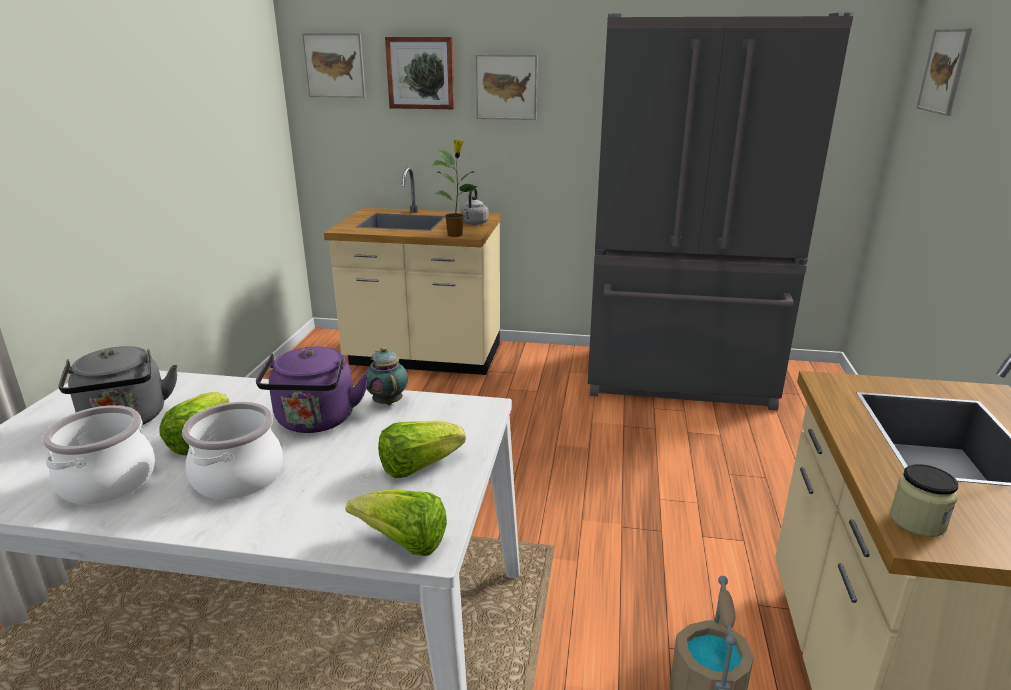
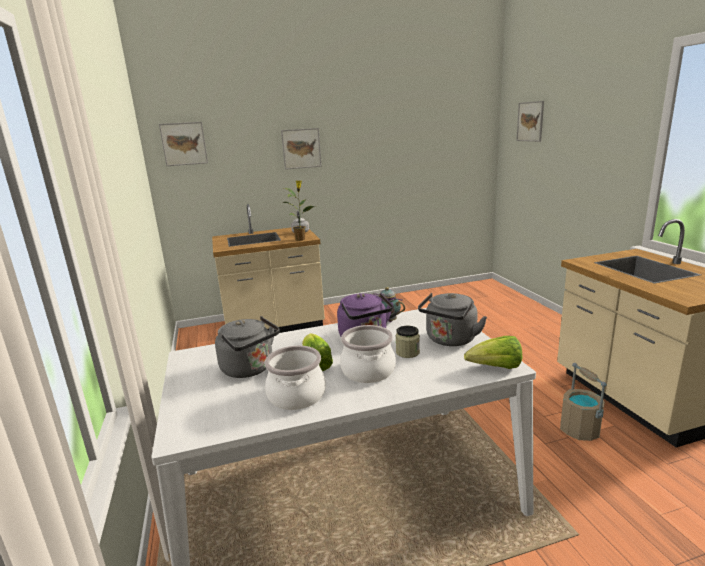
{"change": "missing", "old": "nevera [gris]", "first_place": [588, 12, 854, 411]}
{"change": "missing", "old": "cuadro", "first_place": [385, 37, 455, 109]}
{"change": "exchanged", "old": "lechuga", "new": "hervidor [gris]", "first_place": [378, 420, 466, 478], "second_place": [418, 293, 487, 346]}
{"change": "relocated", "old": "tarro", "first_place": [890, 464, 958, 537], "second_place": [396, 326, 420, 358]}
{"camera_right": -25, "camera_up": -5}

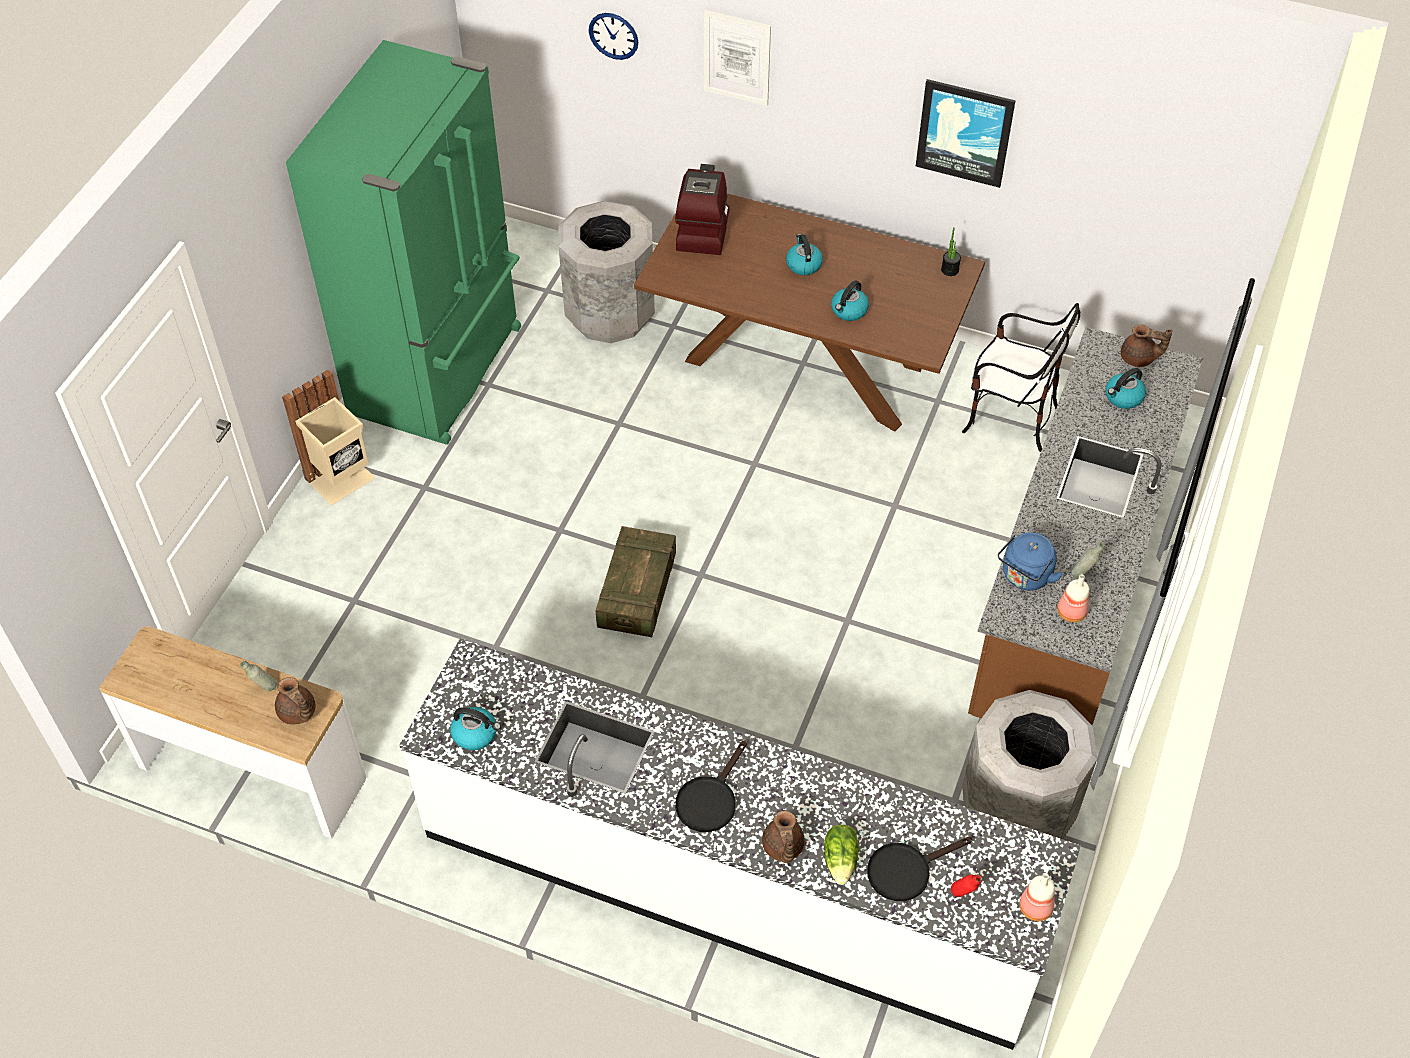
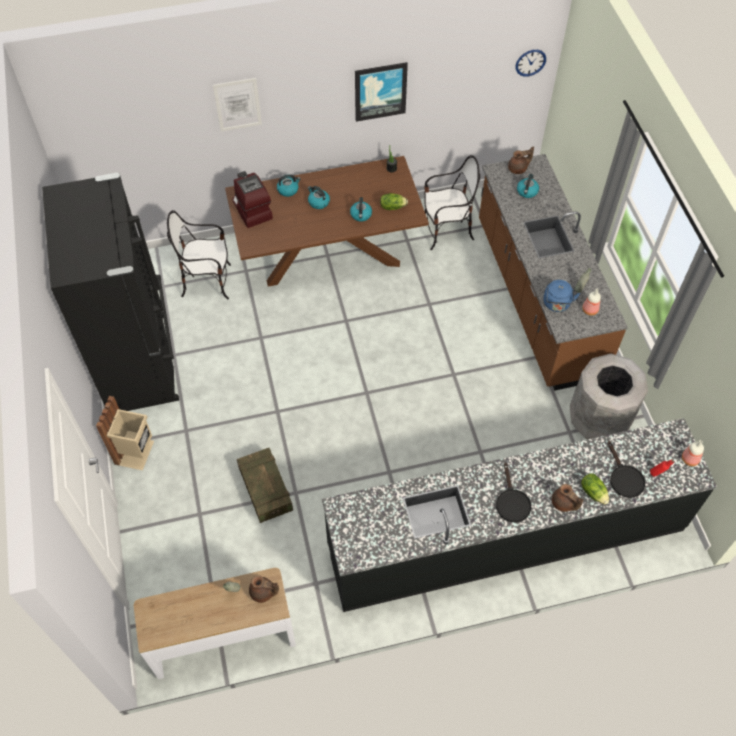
{"change": "relocated", "old": "reloj de pared", "first_place": [589, 13, 638, 60], "second_place": [516, 50, 546, 77]}
{"change": "colour", "old": "nevera [verde]", "new": "nevera [negro]", "first_place": [286, 40, 521, 445], "second_place": [42, 173, 179, 411]}
{"change": "exchanged", "old": "papelera [gris]", "new": "silla", "first_place": [559, 201, 655, 343], "second_place": [167, 210, 231, 300]}
{"change": "relocated", "old": "caja de embalaje", "first_place": [596, 526, 676, 637], "second_place": [237, 448, 293, 523]}
{"change": "colour", "old": "mueble bajo de cocina [blanco]", "new": "mueble bajo de cocina [negro]", "first_place": [400, 638, 1081, 1050], "second_place": [322, 418, 717, 612]}
{"change": "relocated", "old": "hervidor", "first_place": [450, 707, 501, 750], "second_place": [277, 174, 301, 197]}
{"change": "spun", "old": "sartén [negro]", "first_place": [867, 837, 972, 901], "second_place": [608, 441, 645, 498], "degrees": -45}
{"change": "appeared", "new": "lechuga", "second_place": [380, 193, 408, 210]}
{"camera_right": -35, "camera_up": 5}

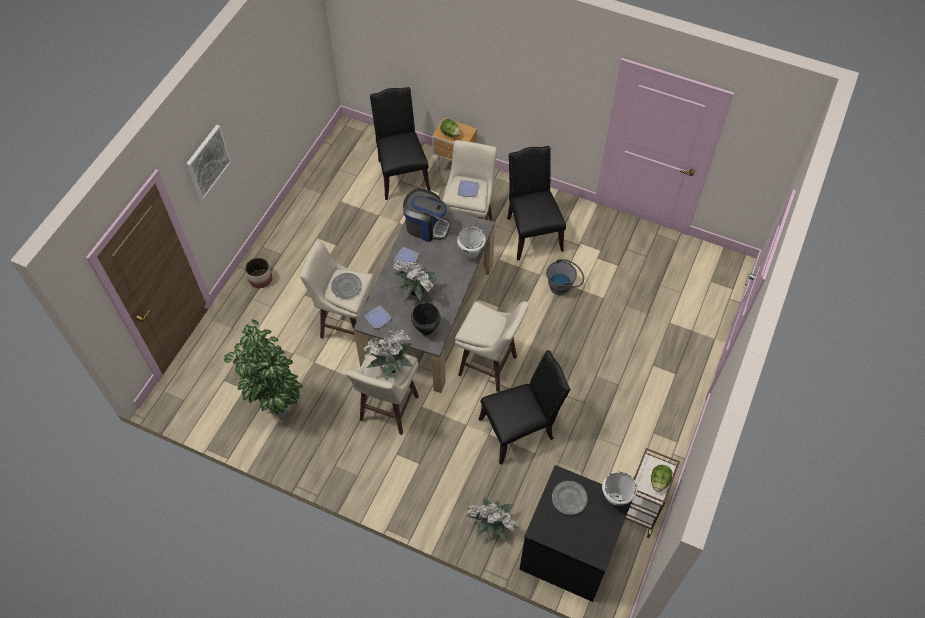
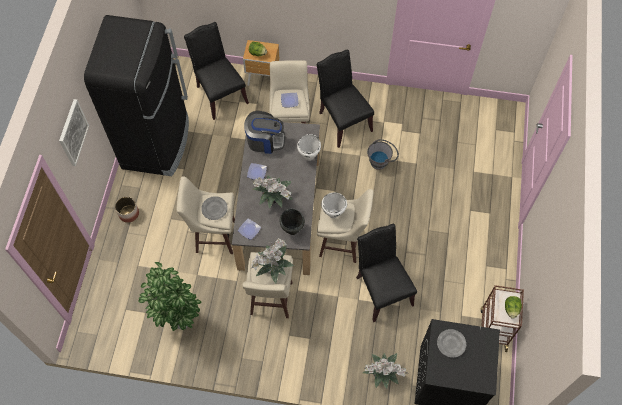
{"change": "spun", "old": "silla [negro]", "first_place": [479, 350, 570, 465], "second_place": [356, 223, 417, 322], "degrees": -75}
{"change": "relocated", "old": "olla [blanco]", "first_place": [602, 472, 638, 506], "second_place": [321, 192, 347, 218]}
{"change": "appeared", "new": "nevera [negro]", "second_place": [84, 15, 189, 176]}
{"camera_right": -15, "camera_up": 5}

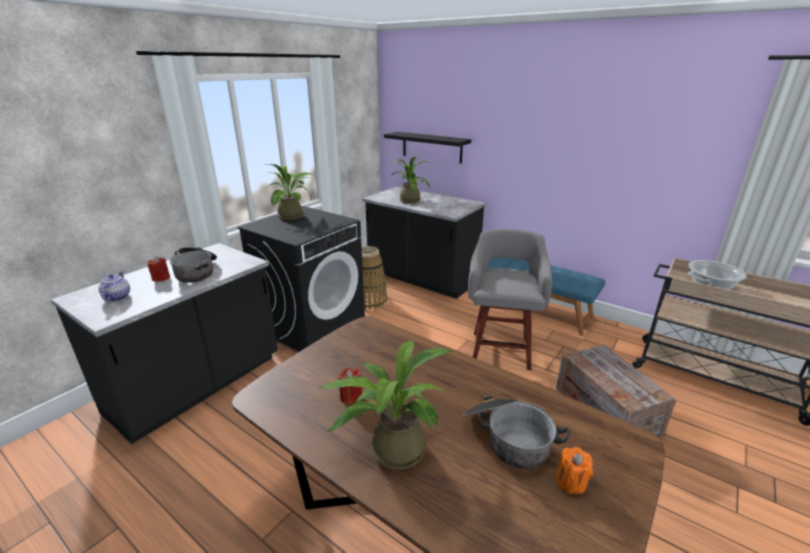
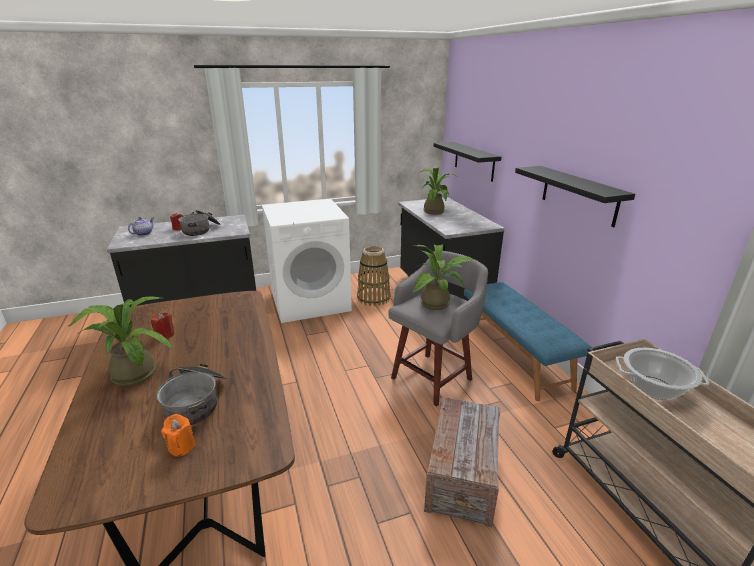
{"change": "relocated", "old": "planta en maceta", "first_place": [264, 164, 313, 220], "second_place": [412, 244, 475, 310]}
{"change": "colour", "old": "lavadora [negro]", "new": "lavadora [blanco]", "first_place": [237, 206, 365, 352], "second_place": [262, 199, 352, 323]}
{"change": "appeared", "new": "estante [negro]", "second_place": [515, 166, 635, 227]}
{"camera_right": 35, "camera_up": 0}

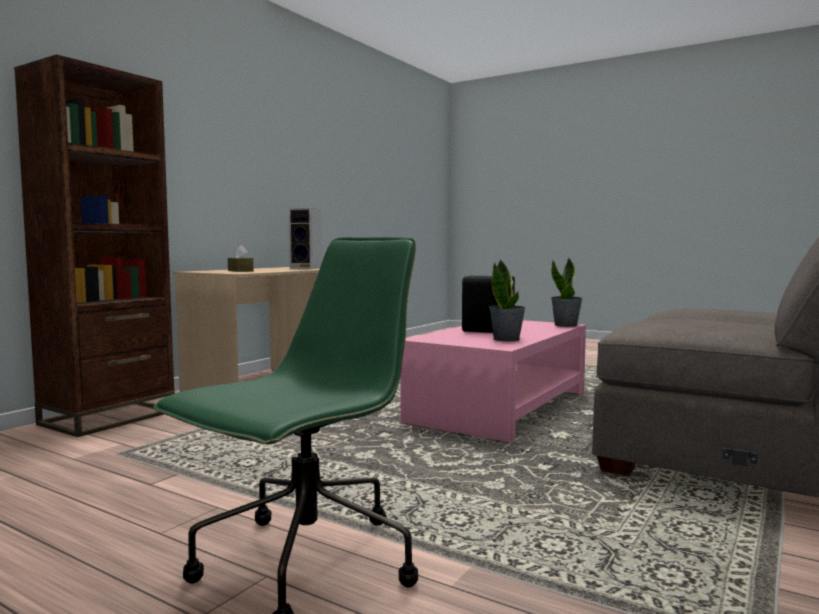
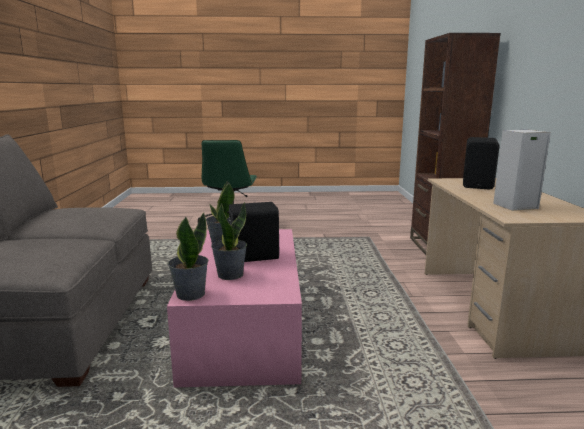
{"change": "exchanged", "old": "caja de pañuelos [marrón]", "new": "altavoz [negro]", "first_place": [228, 245, 254, 272], "second_place": [463, 137, 499, 189]}
{"change": "appeared", "new": "planta en maceta", "second_place": [211, 202, 247, 280]}
{"camera_right": 145, "camera_up": 10}

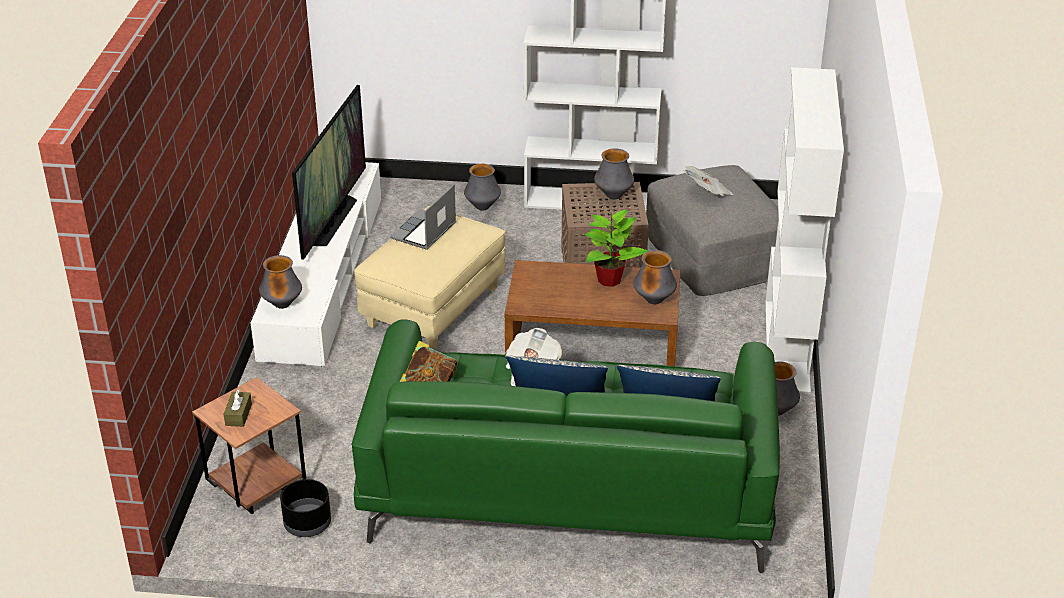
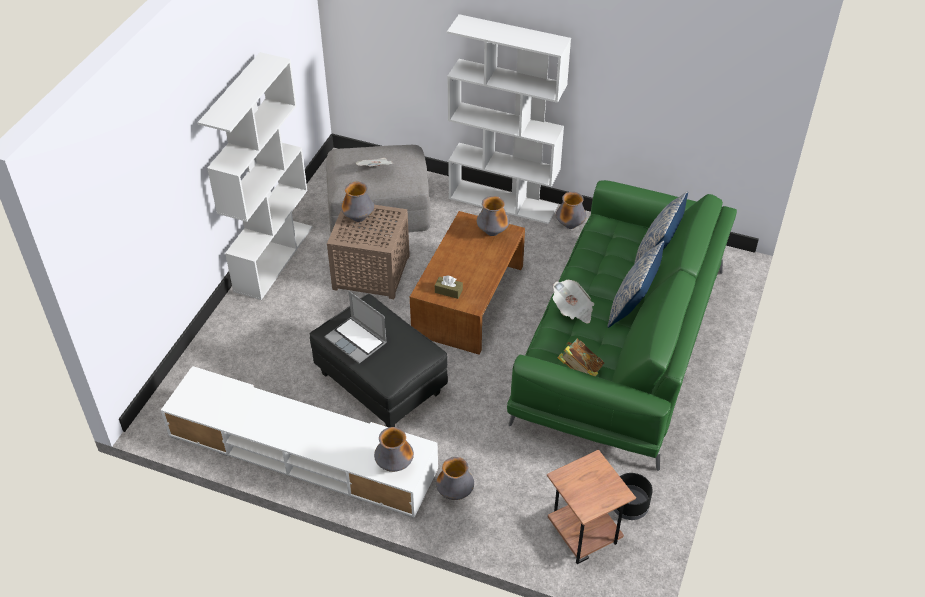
{"change": "missing", "old": "televisor", "first_place": [292, 85, 366, 260]}
{"change": "relocated", "old": "florero", "first_place": [464, 164, 501, 211], "second_place": [436, 457, 474, 500]}
{"change": "colour", "old": "puf [beis]", "new": "puf [negro]", "first_place": [354, 206, 505, 349], "second_place": [310, 294, 448, 427]}
{"change": "missing", "old": "planta en maceta", "first_place": [584, 209, 648, 287]}
{"change": "relocated", "old": "caja de pañuelos [marrón]", "first_place": [224, 389, 252, 427], "second_place": [435, 276, 463, 299]}
{"camera_right": -75, "camera_up": 10}

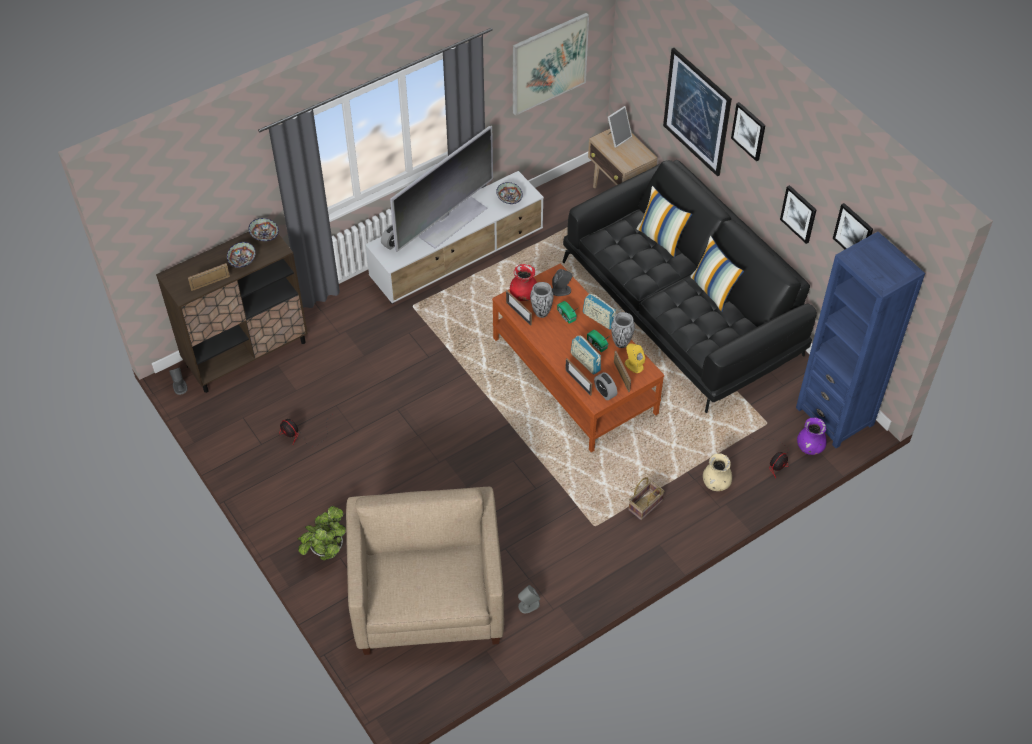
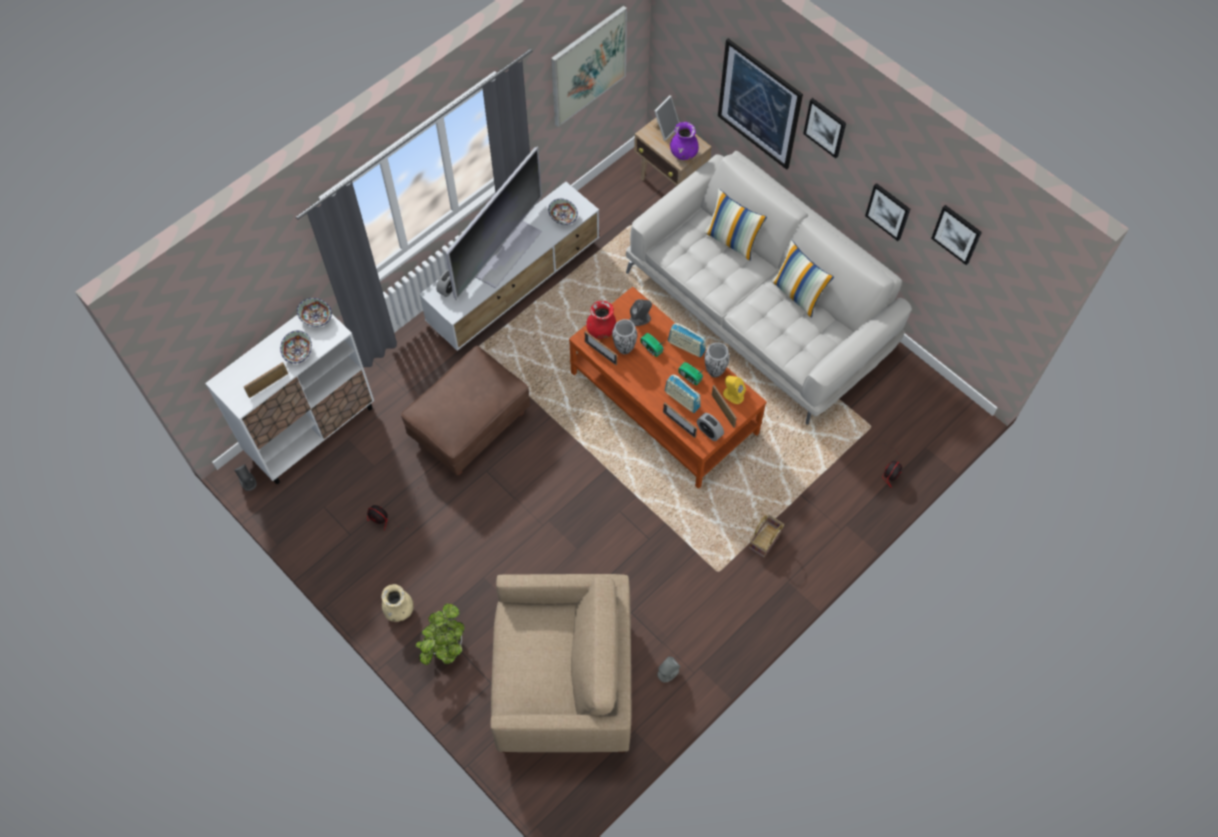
{"change": "colour", "old": "sofá [negro]", "new": "sofá [blanco]", "first_place": [562, 160, 817, 413], "second_place": [626, 151, 912, 425]}
{"change": "colour", "old": "armario [marrón]", "new": "armario [blanco]", "first_place": [156, 232, 308, 393], "second_place": [205, 314, 374, 484]}
{"change": "missing", "old": "estantería [azul]", "first_place": [796, 232, 925, 448]}
{"change": "relocated", "old": "florero [morado]", "first_place": [797, 417, 827, 455], "second_place": [670, 122, 699, 160]}
{"change": "relocated", "old": "florero [beis]", "first_place": [703, 453, 732, 491], "second_place": [381, 584, 414, 622]}
{"change": "spun", "old": "sillón [beis]", "first_place": [346, 487, 504, 655], "second_place": [490, 574, 631, 753], "degrees": 105}
{"change": "appeared", "new": "puf [marrón]", "second_place": [401, 346, 530, 475]}
{"camera_right": -10, "camera_up": 10}

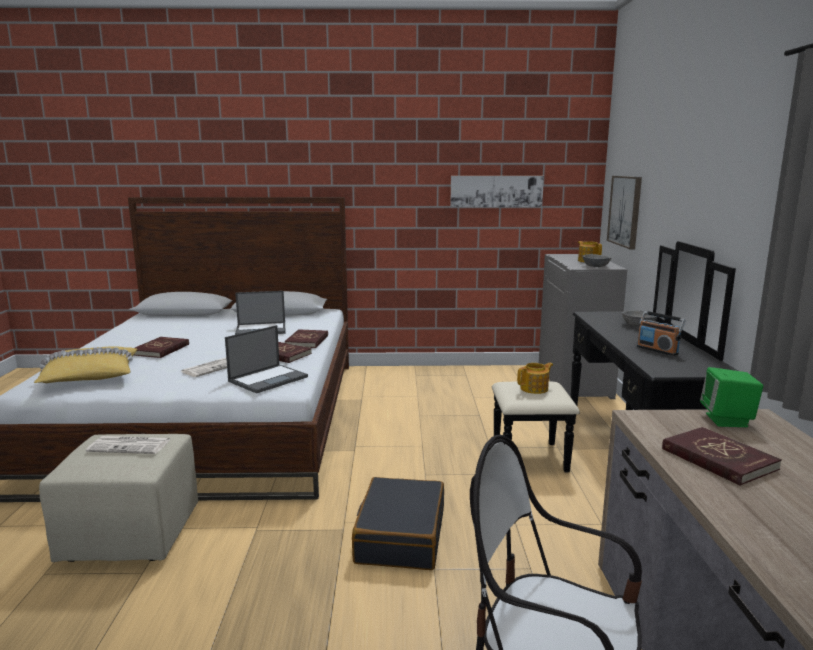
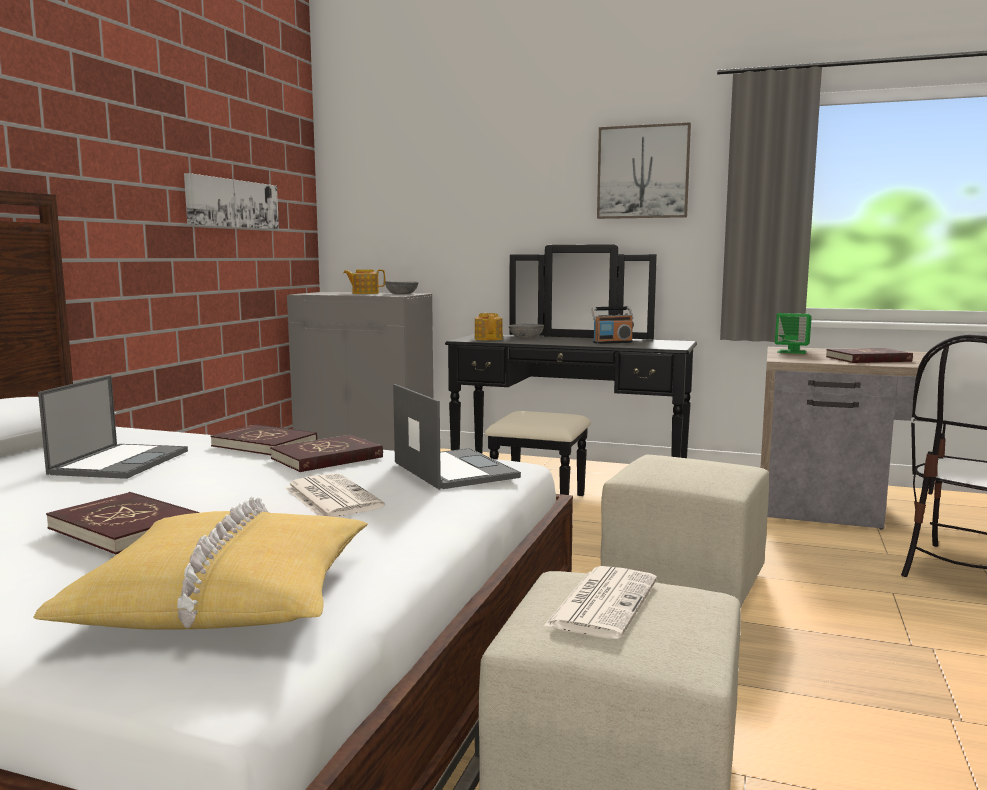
{"change": "relocated", "old": "cuadro", "first_place": [607, 176, 642, 249], "second_place": [597, 122, 691, 219]}
{"change": "relocated", "old": "tetera", "first_place": [517, 363, 553, 394], "second_place": [475, 313, 503, 341]}
{"change": "exchanged", "old": "maleta [negro]", "new": "puf [beis]", "first_place": [352, 477, 444, 570], "second_place": [600, 455, 769, 609]}
{"camera_right": -70, "camera_up": -5}

